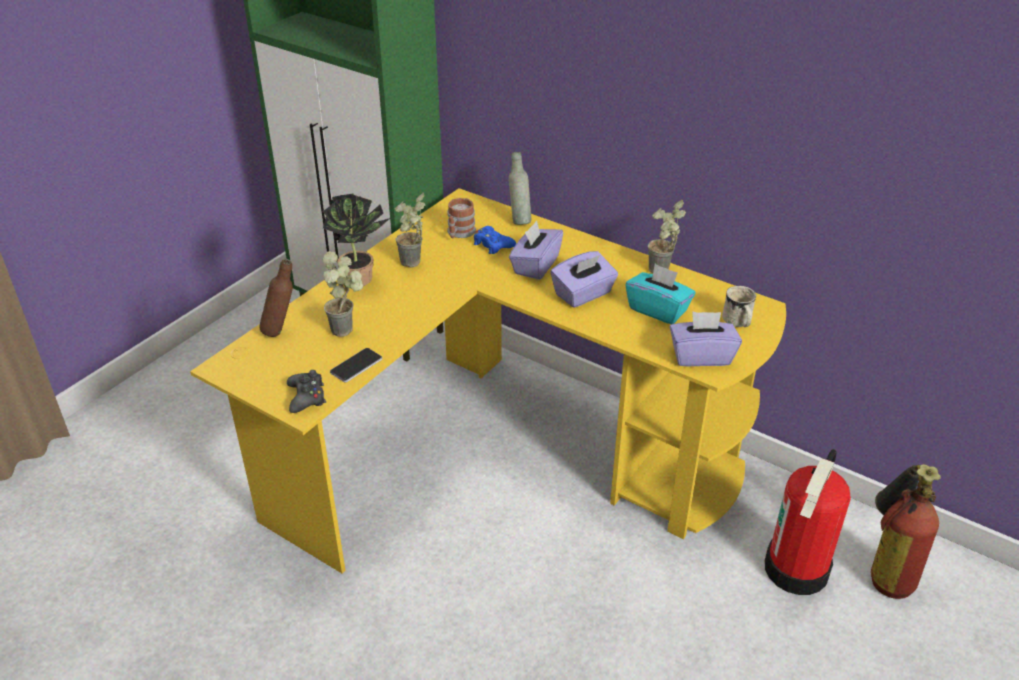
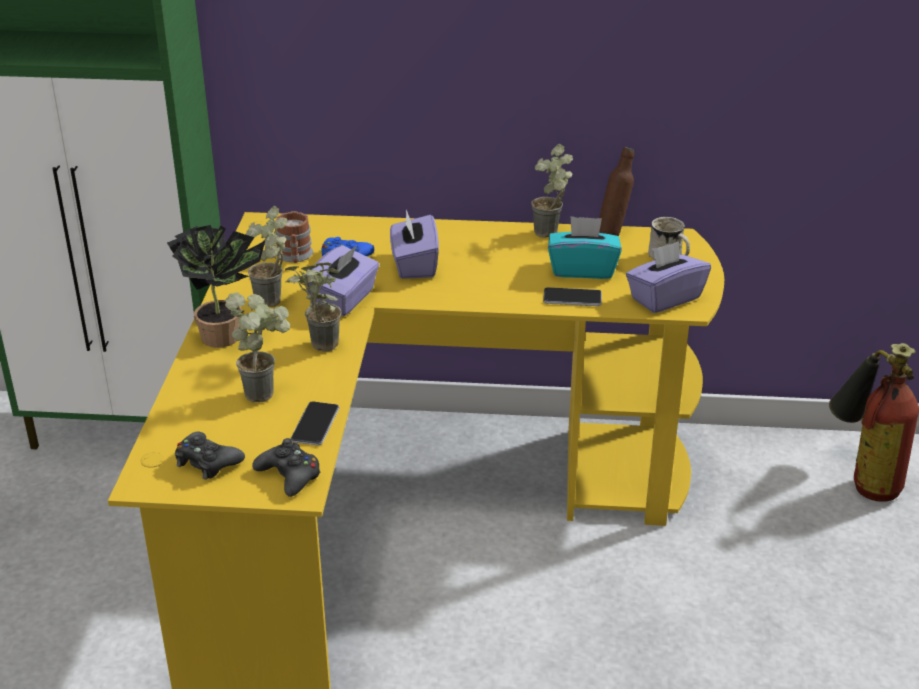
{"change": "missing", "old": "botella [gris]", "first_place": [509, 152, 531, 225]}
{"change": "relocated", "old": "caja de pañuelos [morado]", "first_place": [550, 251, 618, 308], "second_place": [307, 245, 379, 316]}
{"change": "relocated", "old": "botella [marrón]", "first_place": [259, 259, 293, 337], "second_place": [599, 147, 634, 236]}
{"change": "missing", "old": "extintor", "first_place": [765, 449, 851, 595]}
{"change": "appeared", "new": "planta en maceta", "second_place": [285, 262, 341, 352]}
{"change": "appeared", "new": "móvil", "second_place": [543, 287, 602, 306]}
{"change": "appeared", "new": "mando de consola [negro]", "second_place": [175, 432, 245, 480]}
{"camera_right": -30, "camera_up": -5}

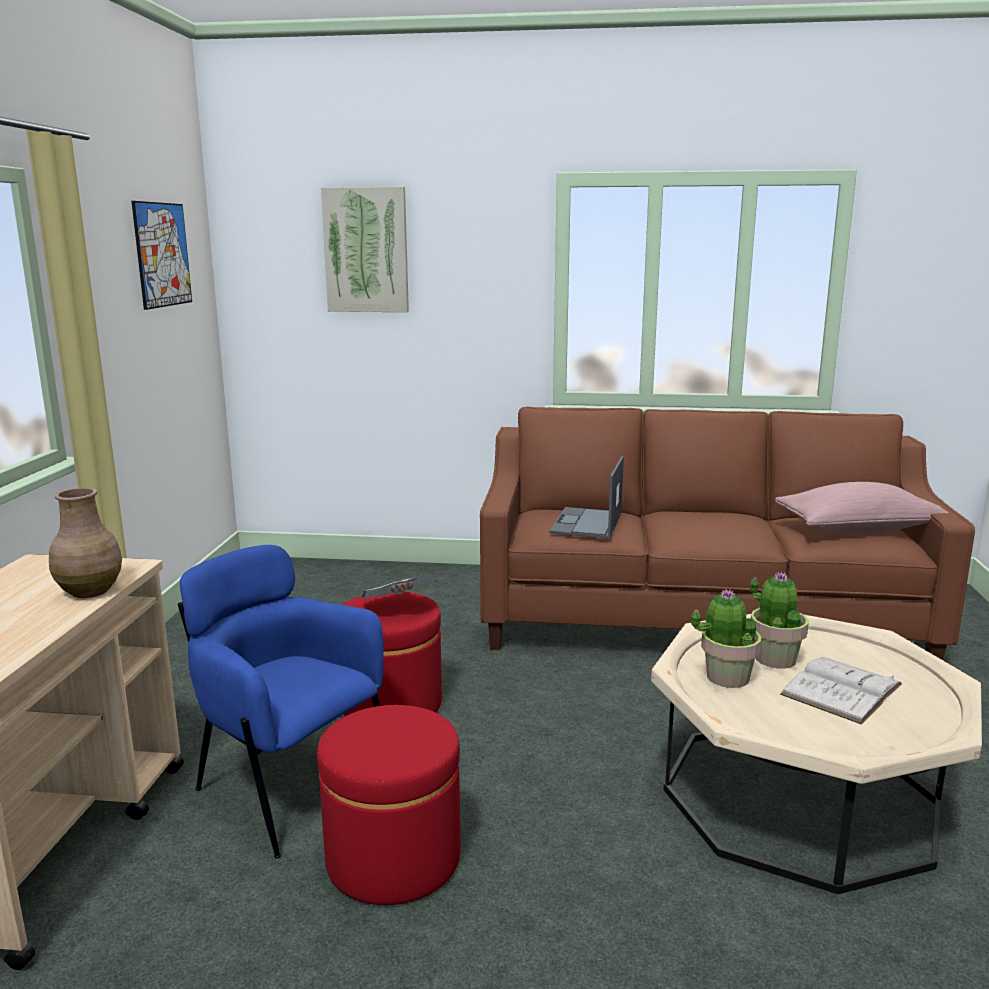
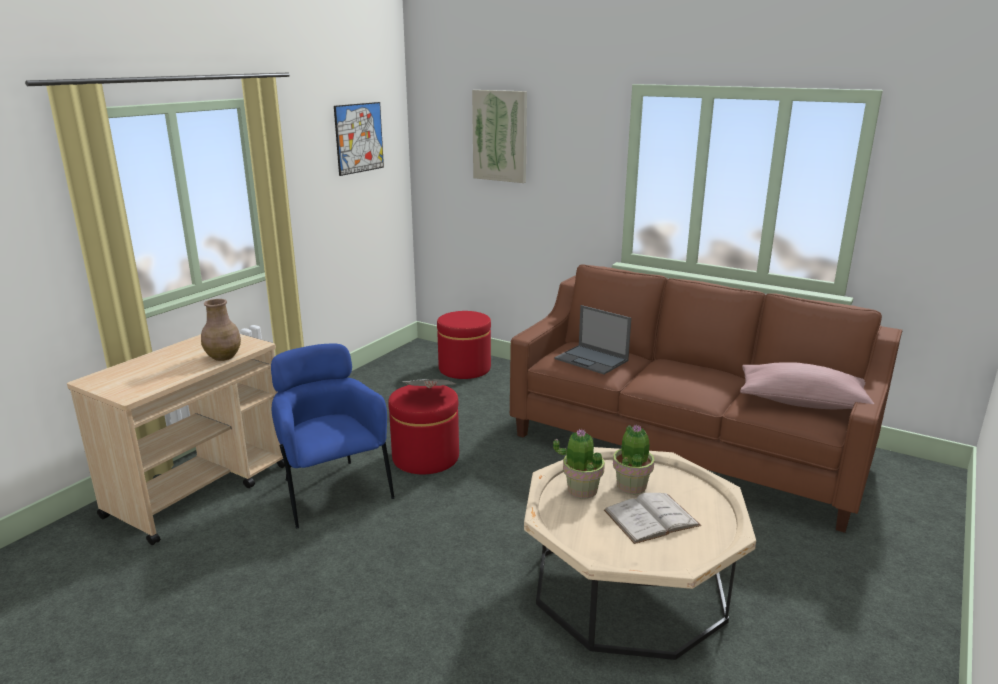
{"change": "spun", "old": "portátil", "first_place": [549, 456, 624, 539], "second_place": [554, 305, 631, 374], "degrees": -90}
{"change": "relocated", "old": "puf [rojo]", "first_place": [317, 705, 461, 905], "second_place": [437, 311, 491, 379]}
{"camera_right": 25, "camera_up": 5}

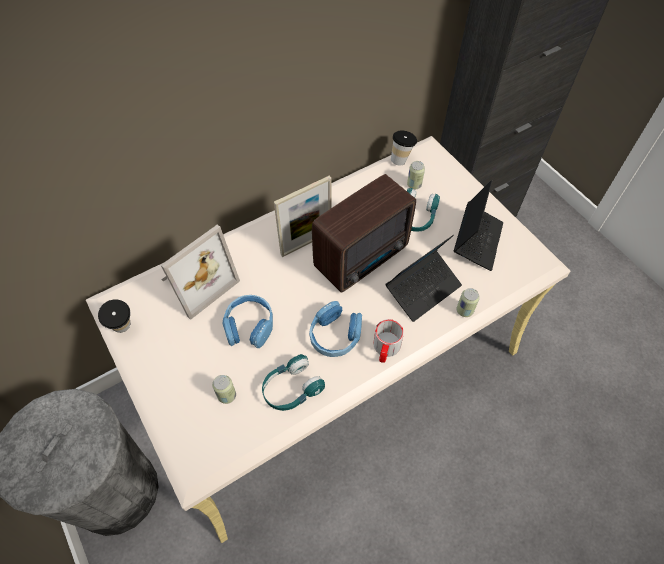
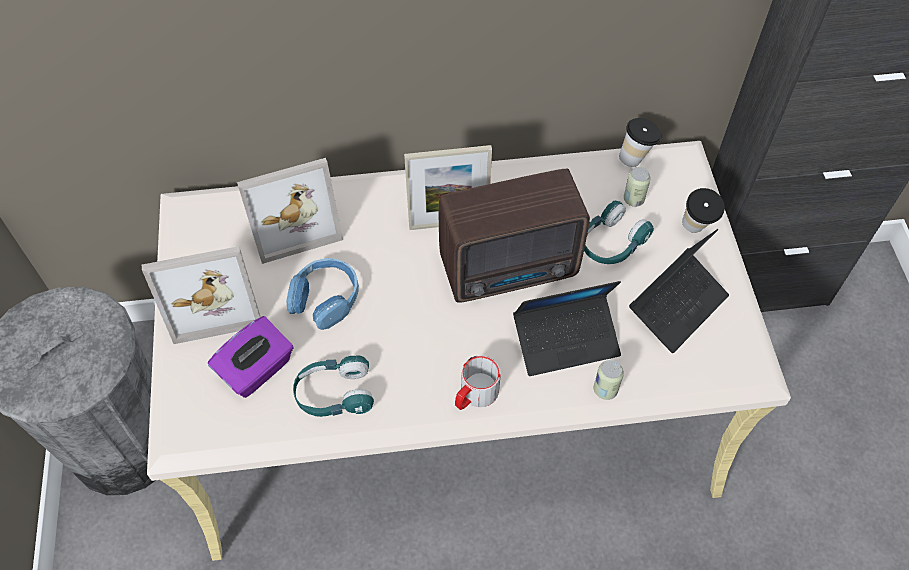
{"change": "relocated", "old": "taza", "first_place": [98, 299, 130, 333], "second_place": [682, 188, 725, 233]}
{"change": "missing", "old": "auriculares [azul]", "first_place": [309, 301, 362, 357]}
{"change": "exchanged", "old": "lata", "new": "caja de pañuelos [morado]", "first_place": [212, 375, 236, 404], "second_place": [208, 316, 294, 398]}
{"change": "appeared", "new": "portarretratos", "second_place": [142, 246, 261, 344]}
{"camera_right": 25, "camera_up": 0}

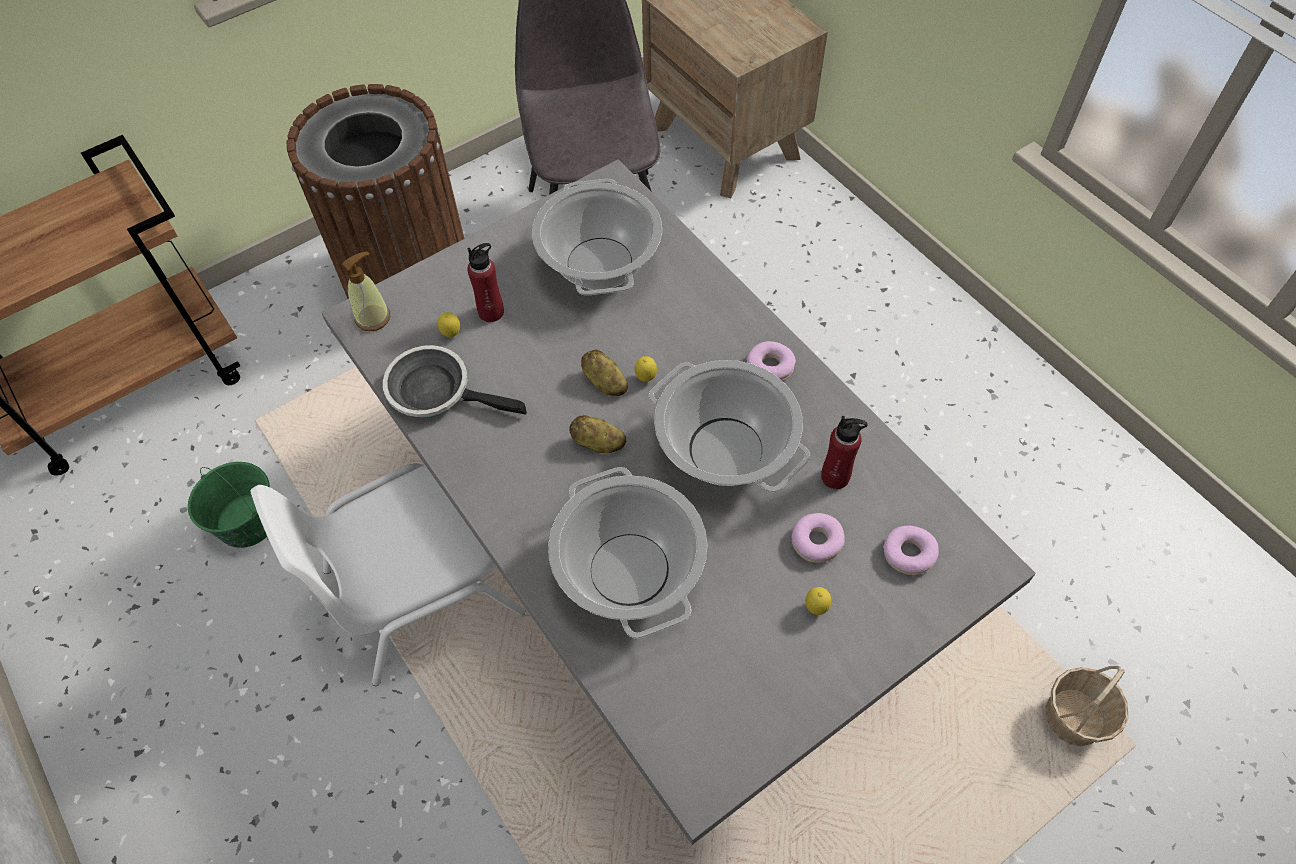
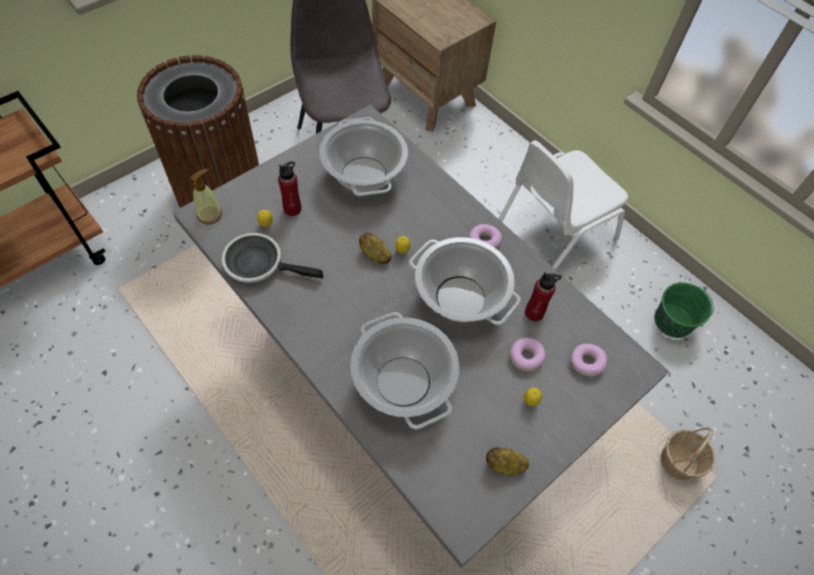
{"change": "relocated", "old": "patata", "first_place": [569, 415, 626, 453], "second_place": [486, 447, 529, 475]}
{"change": "relocated", "old": "cubo [verde]", "first_place": [188, 462, 270, 548], "second_place": [655, 282, 714, 338]}
{"change": "relocated", "old": "silla [blanco]", "first_place": [250, 463, 526, 686], "second_place": [499, 140, 628, 270]}
{"camera_right": -10, "camera_up": 0}

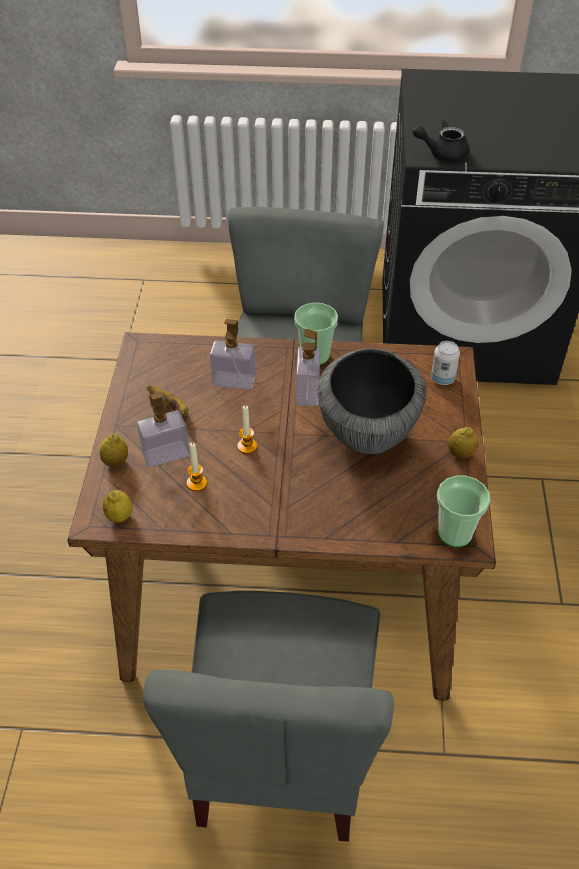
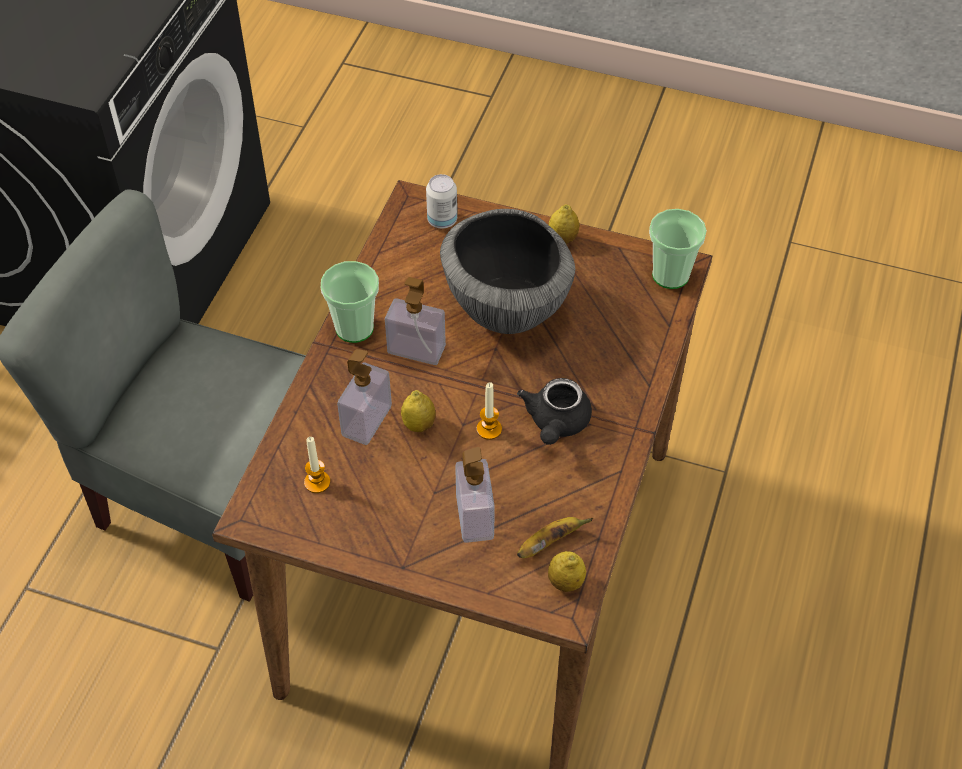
{"change": "relocated", "old": "tetera [negro]", "first_place": [412, 119, 469, 161], "second_place": [517, 378, 592, 445]}
{"change": "relocated", "old": "plátano", "first_place": [147, 385, 189, 416], "second_place": [517, 517, 593, 558]}
{"change": "relocated", "old": "limón", "first_place": [99, 434, 128, 467], "second_place": [401, 390, 436, 432]}
{"change": "relocated", "old": "vela", "first_place": [187, 442, 207, 491], "second_place": [304, 437, 330, 493]}
{"change": "missing", "old": "silla [gris]", "first_place": [143, 591, 394, 842]}
{"camera_right": -75, "camera_up": 5}

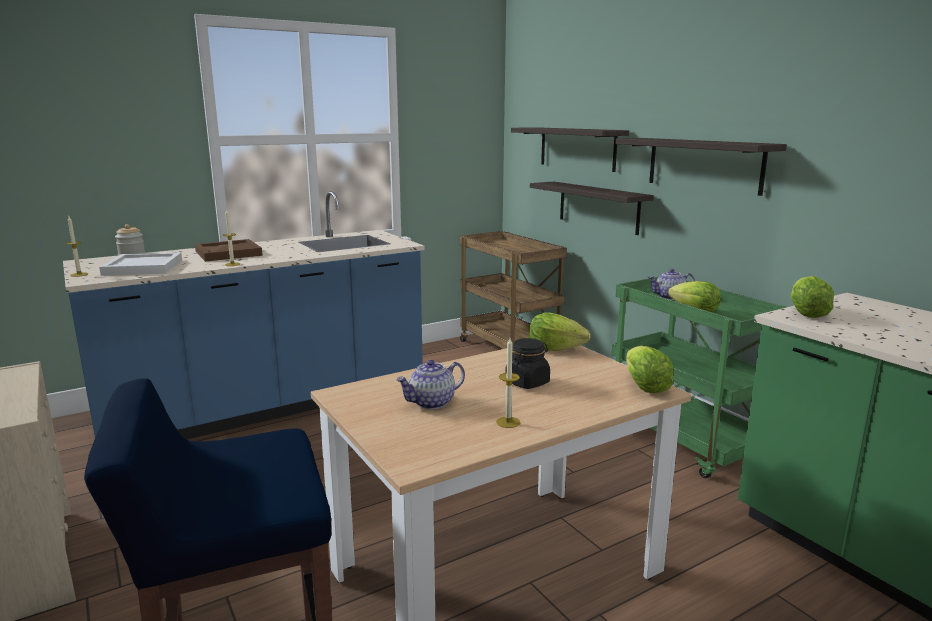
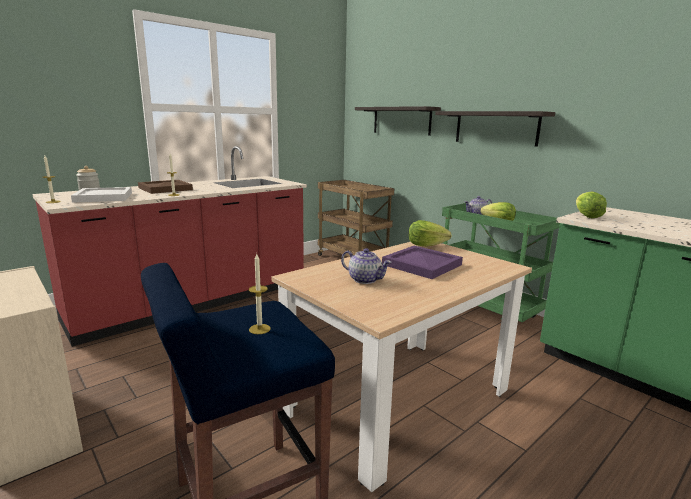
{"change": "missing", "old": "estante", "first_place": [530, 182, 654, 235]}
{"change": "colour", "old": "mueble bajo de cocina [azul]", "new": "mueble bajo de cocina [rojo]", "first_place": [63, 191, 425, 440], "second_place": [32, 146, 307, 347]}
{"change": "relocated", "old": "vela", "first_place": [496, 338, 520, 428], "second_place": [249, 254, 271, 334]}
{"change": "exchanged", "old": "tarro [negro]", "new": "bandeja [morado]", "first_place": [505, 338, 550, 389], "second_place": [382, 246, 463, 279]}
{"change": "missing", "old": "lechuga", "first_place": [626, 346, 673, 393]}
{"change": "spun", "old": "tetera", "first_place": [396, 360, 465, 409], "second_place": [341, 248, 392, 284], "degrees": -105}
{"camera_right": -10, "camera_up": 0}

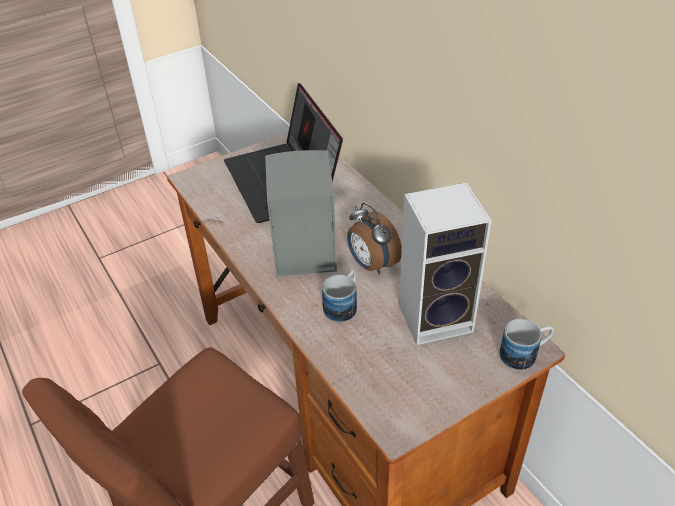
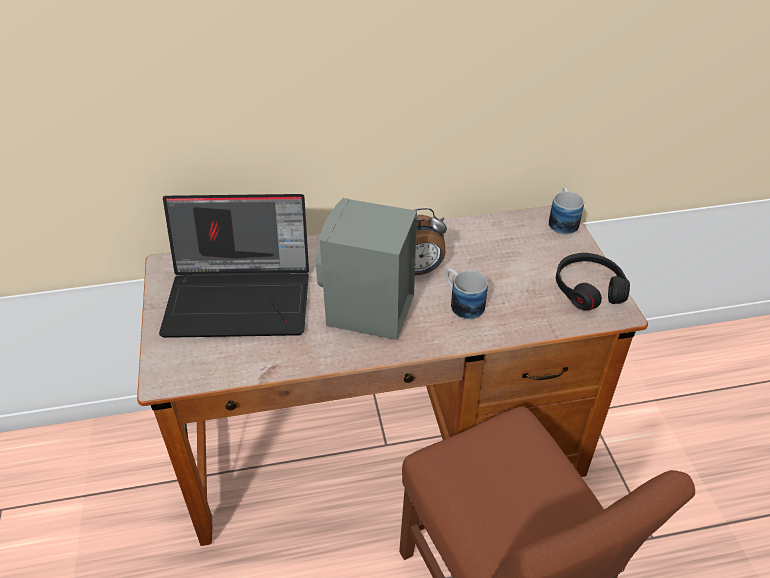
{"change": "missing", "old": "altavoz", "first_place": [399, 183, 492, 345]}
{"change": "appeared", "new": "auriculares [negro]", "second_place": [556, 253, 630, 310]}
{"camera_right": -70, "camera_up": 0}

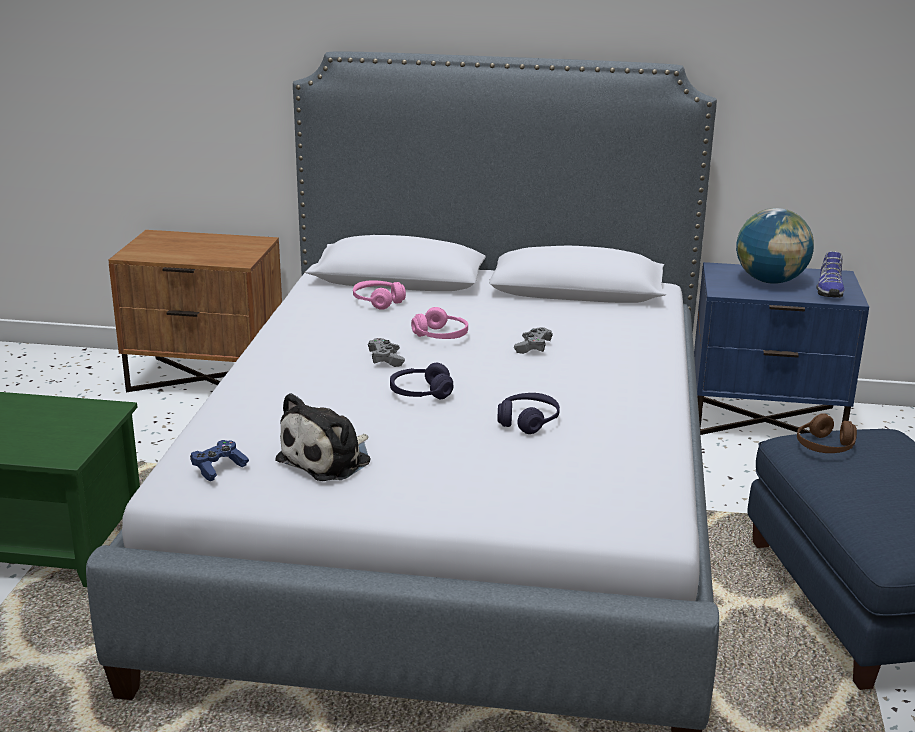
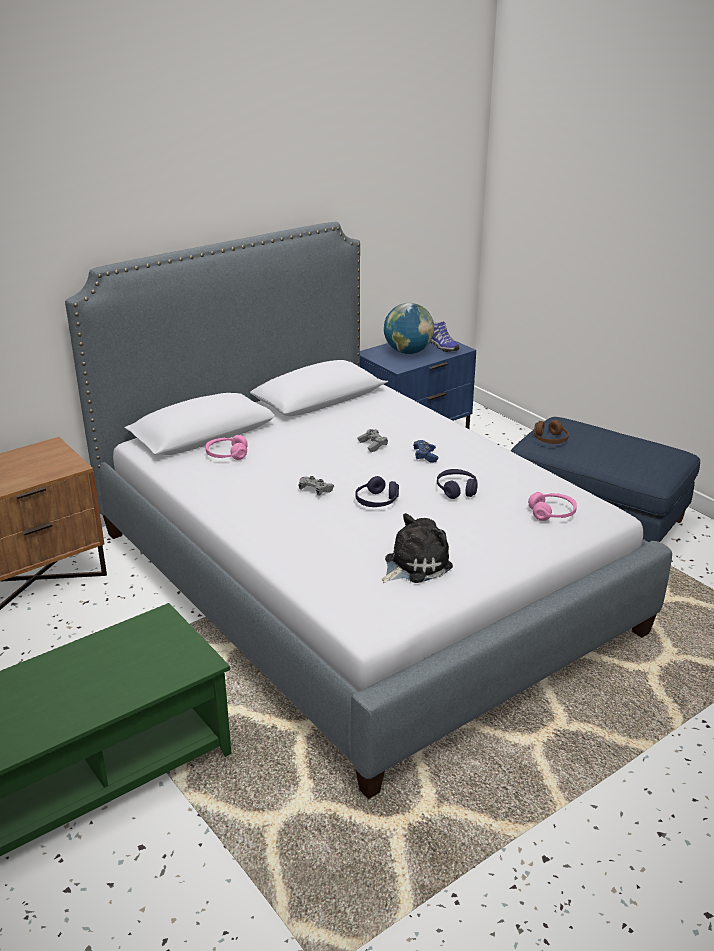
{"change": "relocated", "old": "auriculares [rosa]", "first_place": [411, 307, 468, 339], "second_place": [528, 492, 577, 521]}
{"change": "spun", "old": "peluche", "first_place": [275, 393, 371, 481], "second_place": [382, 513, 453, 583], "degrees": -120}
{"change": "relocated", "old": "mando de consola [azul]", "first_place": [190, 440, 249, 481], "second_place": [413, 440, 438, 463]}
{"camera_right": -45, "camera_up": 5}

